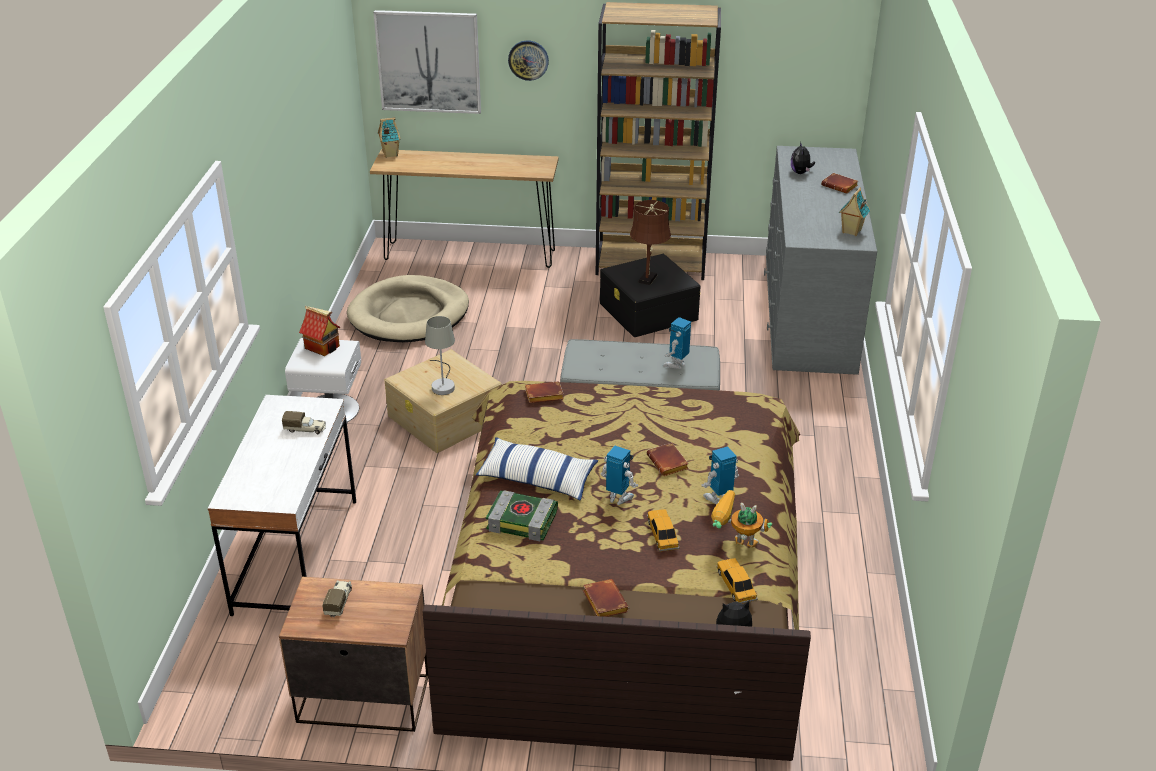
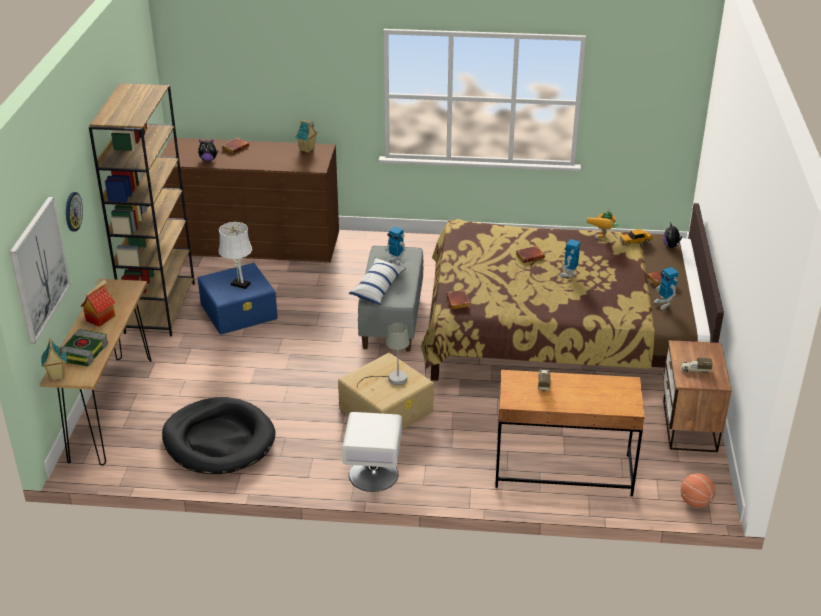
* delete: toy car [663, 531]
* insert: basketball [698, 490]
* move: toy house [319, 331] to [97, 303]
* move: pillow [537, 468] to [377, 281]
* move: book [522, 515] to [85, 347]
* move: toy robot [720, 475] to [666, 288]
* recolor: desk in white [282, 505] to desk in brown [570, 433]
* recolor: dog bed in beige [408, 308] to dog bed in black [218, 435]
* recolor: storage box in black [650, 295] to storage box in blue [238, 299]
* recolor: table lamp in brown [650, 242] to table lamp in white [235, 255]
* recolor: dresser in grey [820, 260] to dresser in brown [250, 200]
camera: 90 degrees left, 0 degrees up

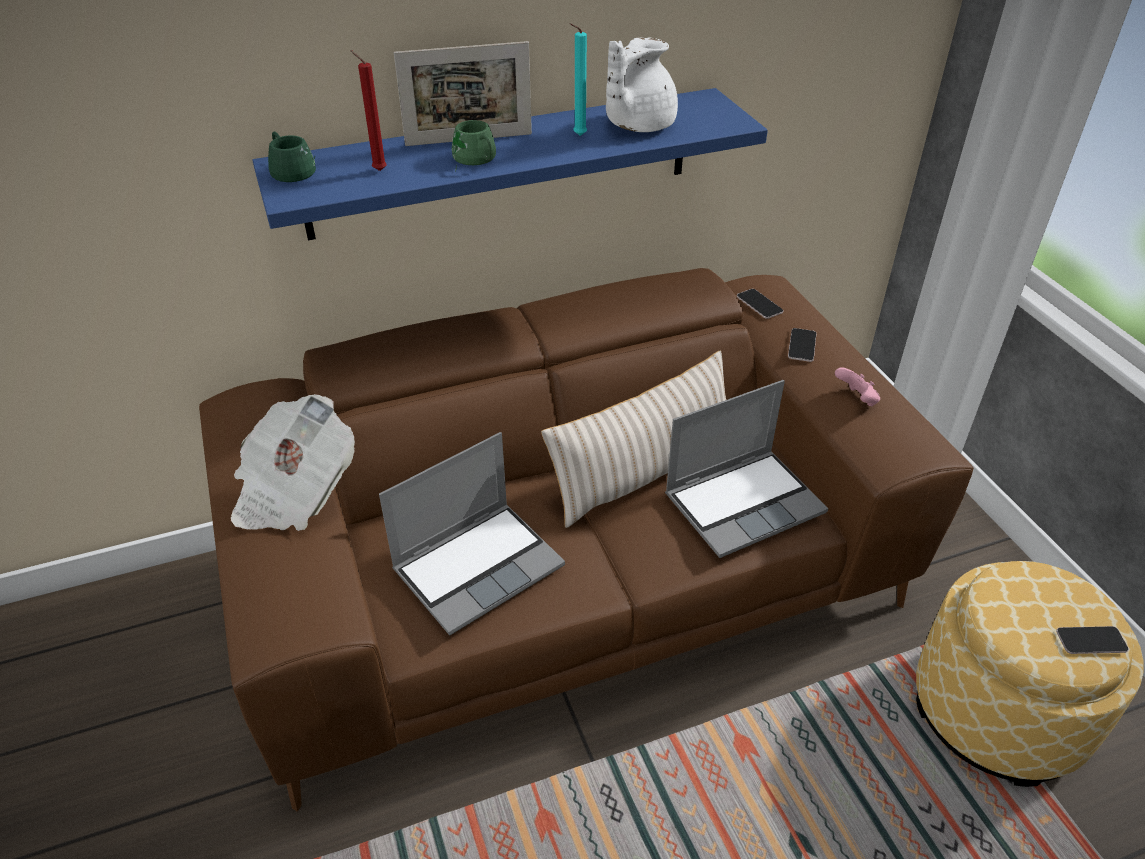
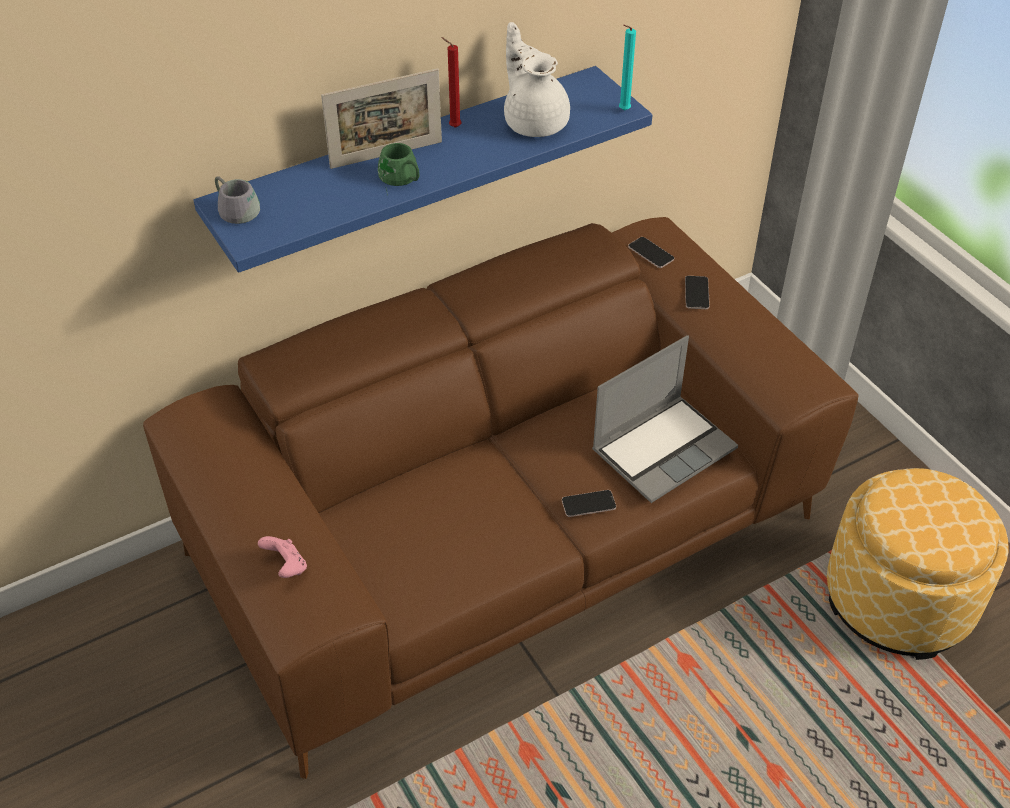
* delete: newspaper [293, 462]
* delete: laptop [472, 533]
* delete: pillow in beige [633, 439]
* move: candle in red [368, 110] to [451, 82]
* move: candle in turquoise [578, 79] to [627, 67]
* move: game controller in pink [857, 387] to [282, 557]
* move: phone [1092, 640] to [589, 503]
* recolor: mug in green [292, 157] to mug in grey [237, 200]
* rotate: teapot in white [642, 84] = [537, 79] 120 degrees clockwise
camera: 10 degrees left, 5 degrees up

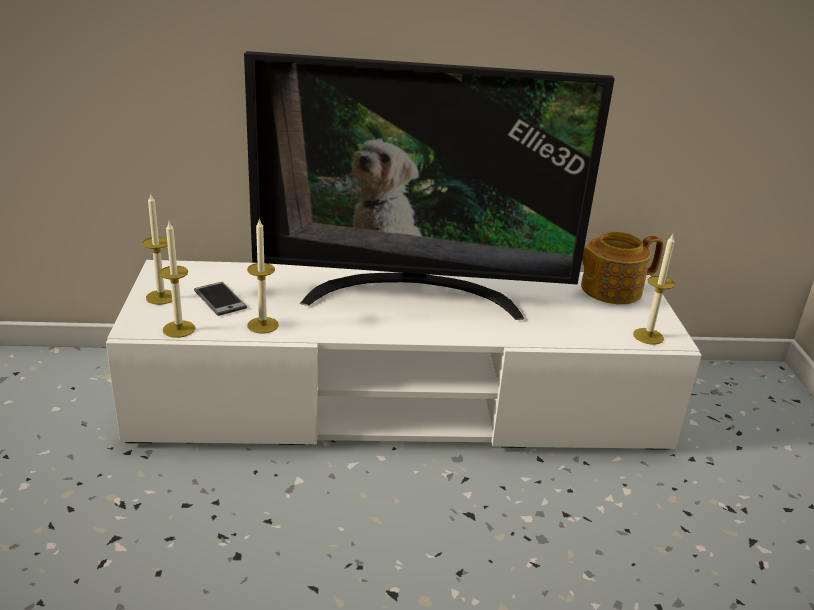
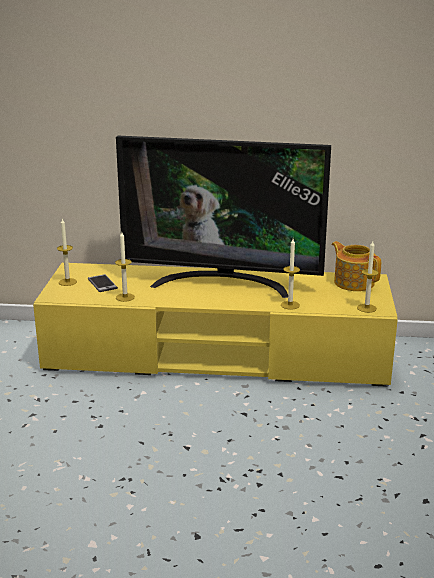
* move: candle [177, 280] to [290, 274]
* recolor: tv stand in white [404, 355] to tv stand in yellow [215, 325]
* rotate: teapot [622, 267] = [356, 266] 60 degrees clockwise
camera: 10 degrees right, 5 degrees down

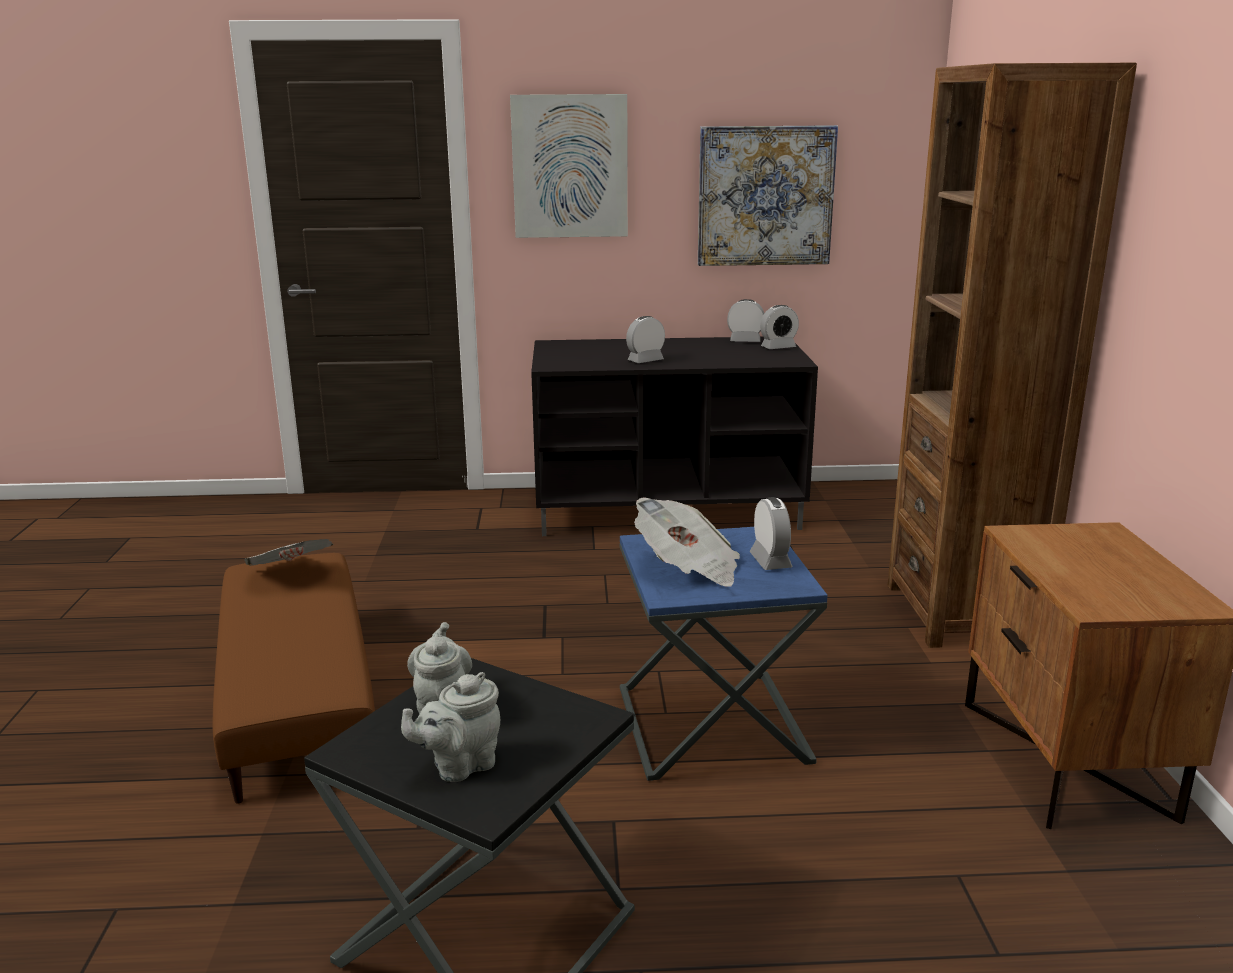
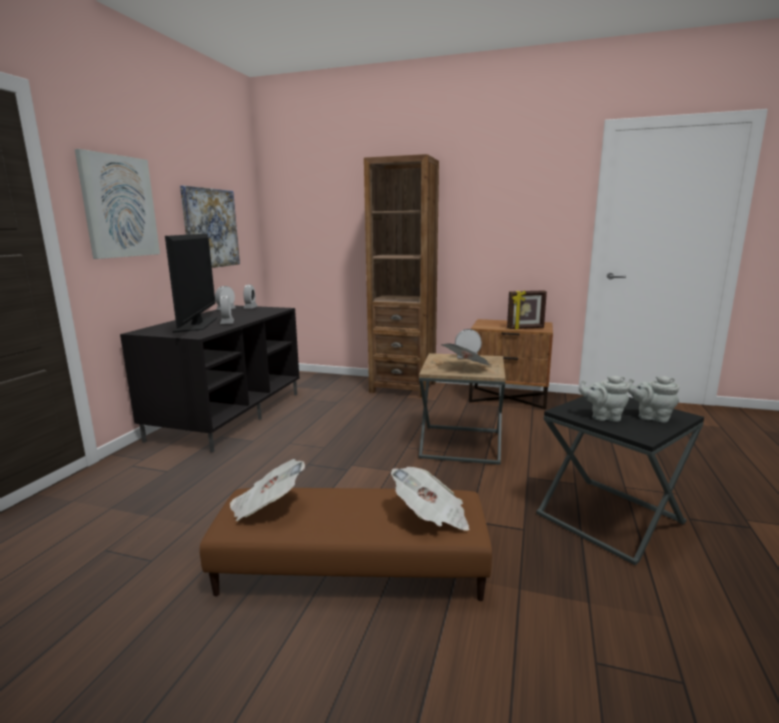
* insert: television [191, 283]
* insert: newspaper [430, 499]
* insert: picture frame [527, 309]
* recolor: side table in blue [724, 654] to side table in brown [462, 409]
* rotate: teapot in grey [450, 727] = [653, 399] 135 degrees clockwise
camera: 70 degrees left, 5 degrees down

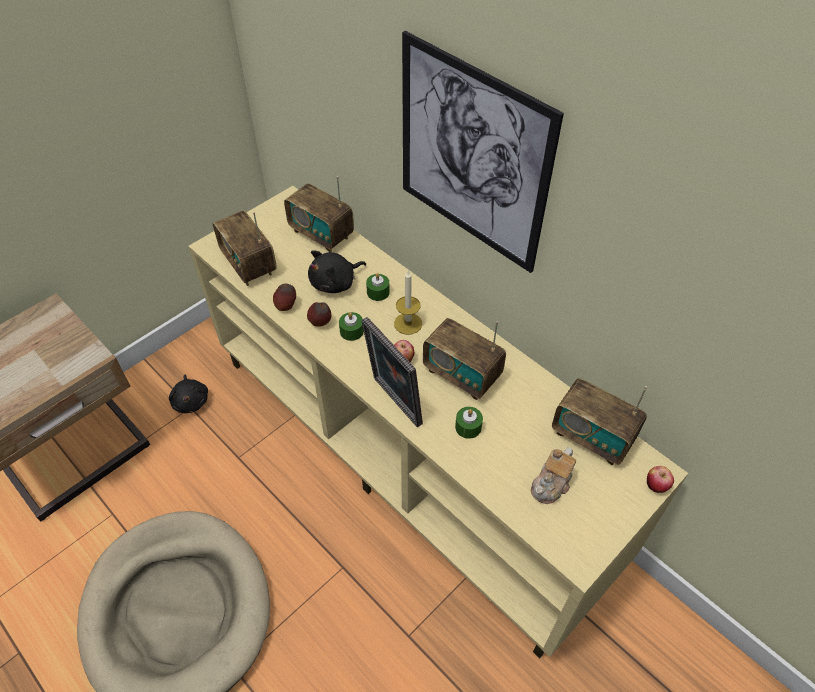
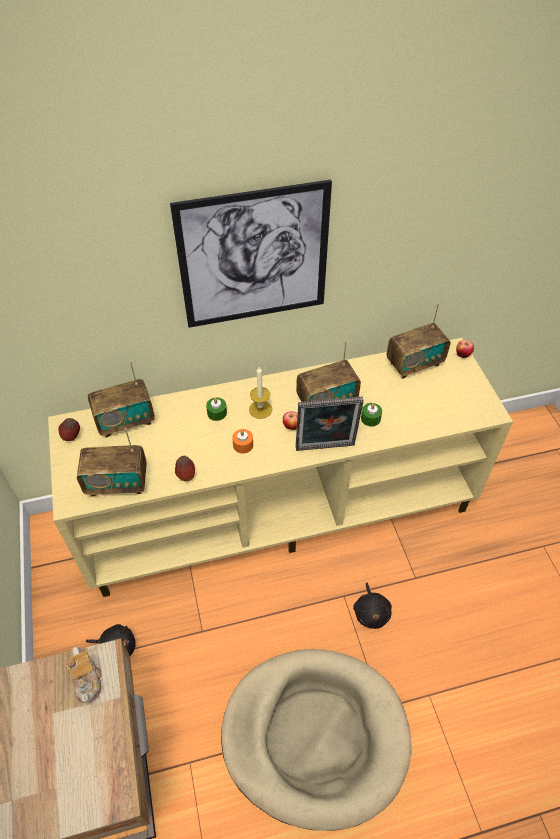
* move: apple [319, 314] to [69, 429]
* move: plush toy in black [337, 271] to [372, 606]
* move: teapot [553, 475] to [84, 675]
* recolor: candle in green [351, 326] to candle in orange [242, 441]
camera: 60 degrees left, 0 degrees up

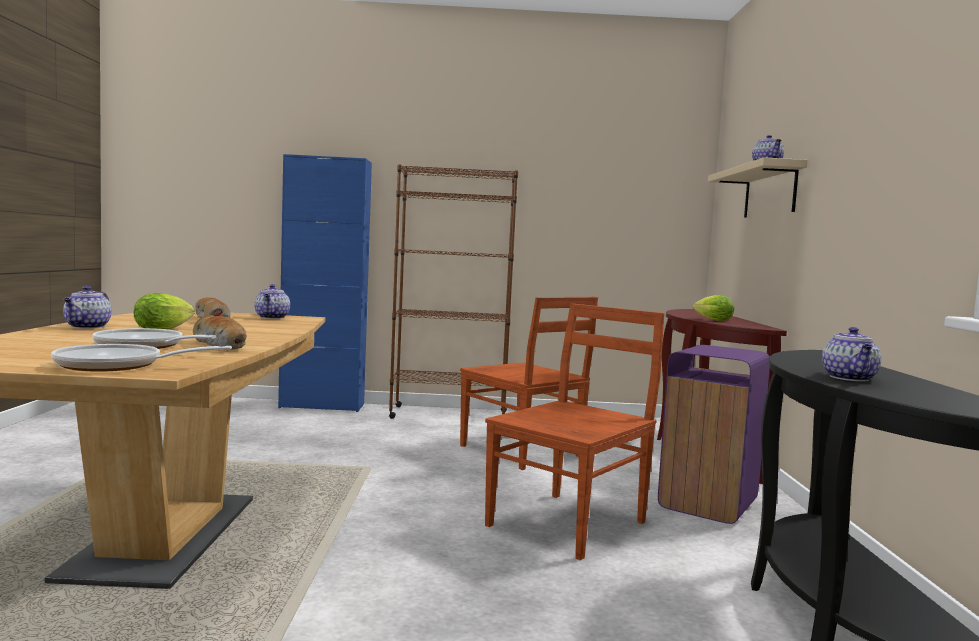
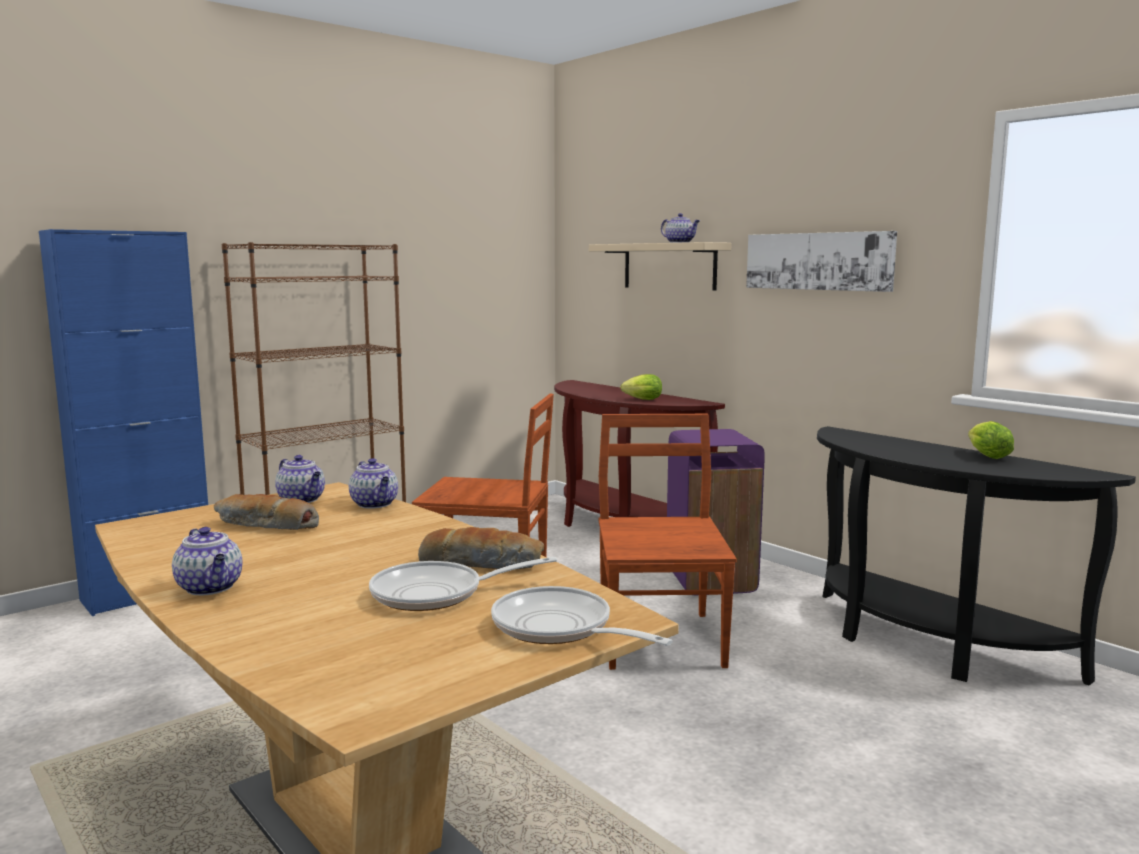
* insert: picture [821, 261]
* move: lettuce [164, 311] to [991, 440]
* move: teapot [851, 354] to [373, 483]
* rotate: frying pan [141, 358] = [582, 616] 90 degrees clockwise
camera: 40 degrees left, 5 degrees up

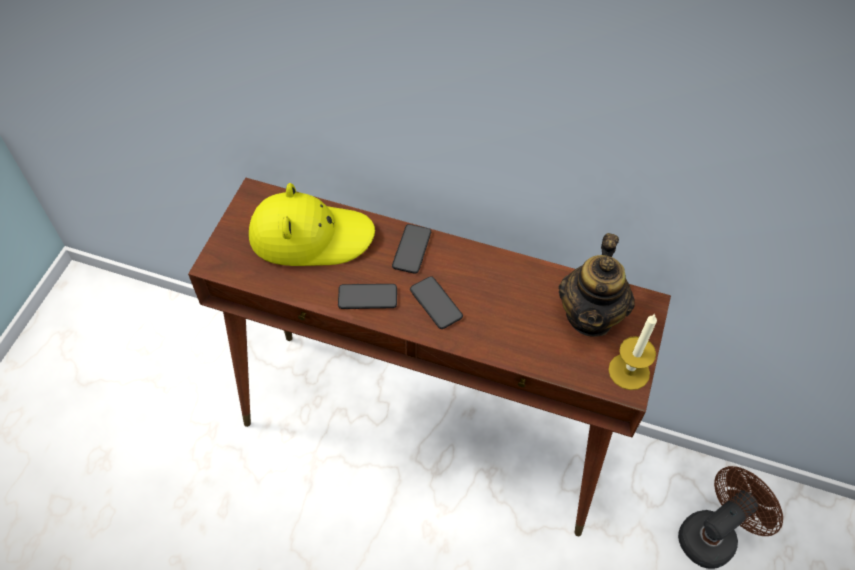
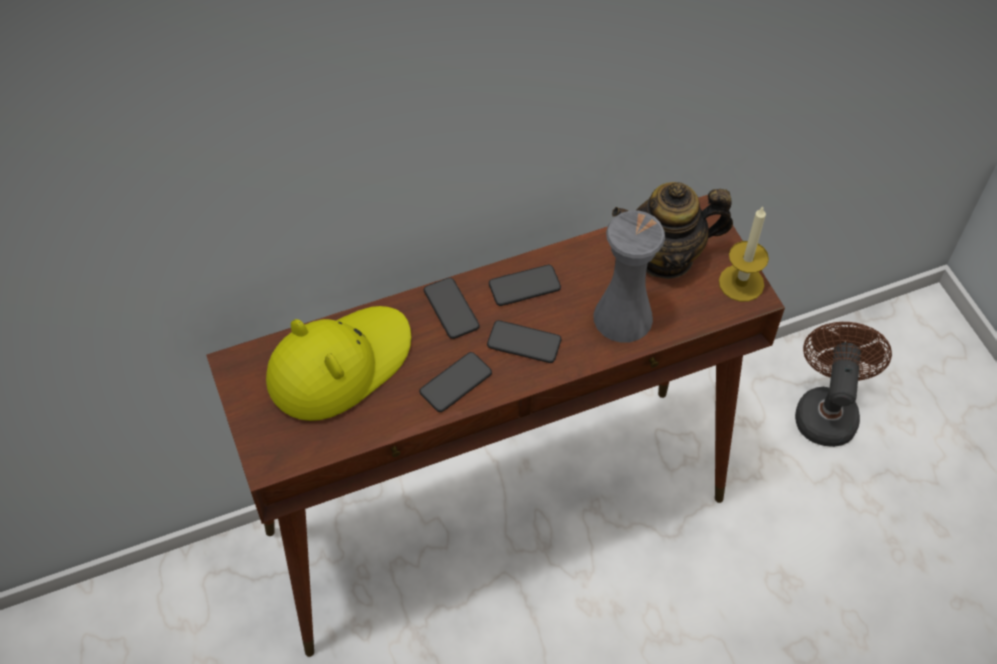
* insert: phone [525, 285]
* insert: vase in grey [629, 276]
* rotate: teapot [596, 285] = [672, 230] 105 degrees clockwise
camera: 40 degrees left, 0 degrees up

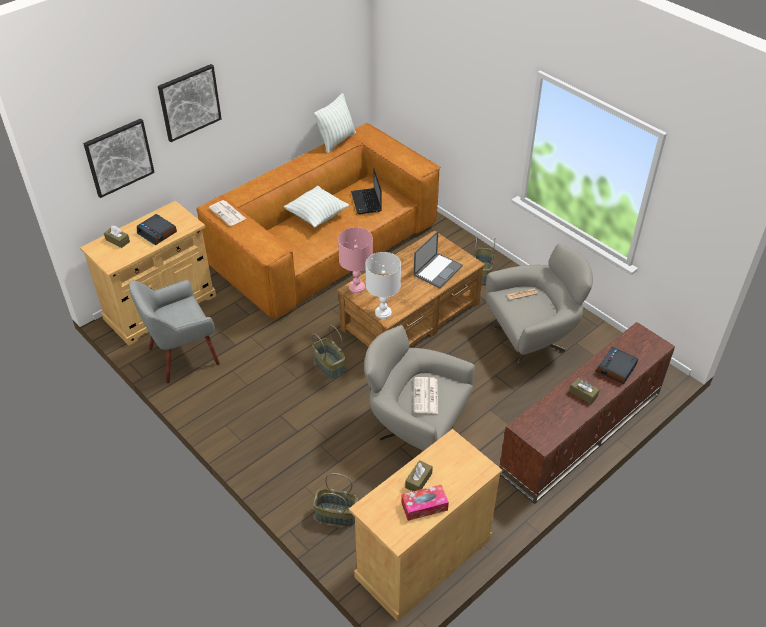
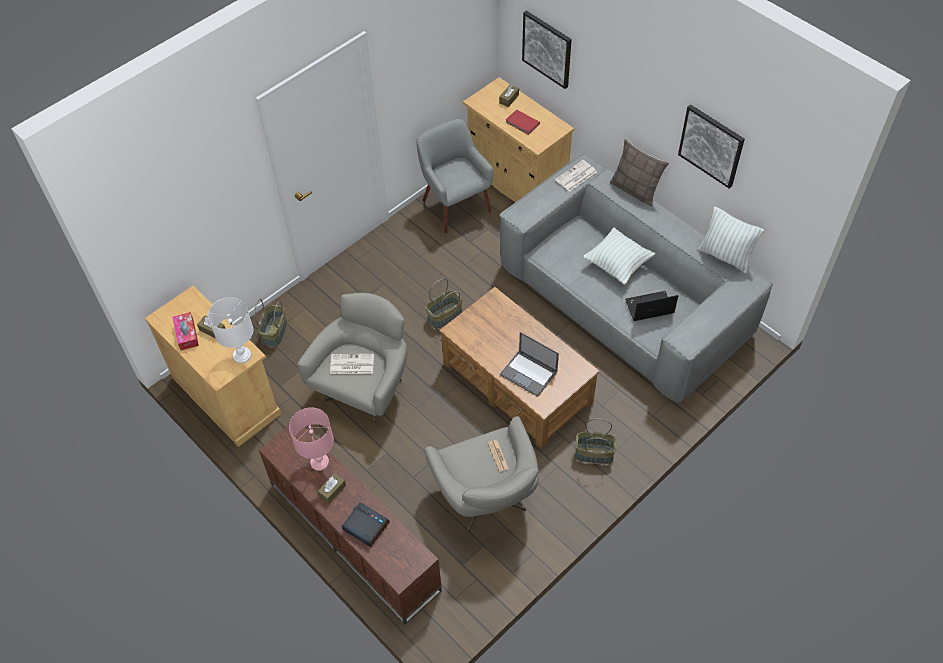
* insert: pillow [639, 173]
* move: picture [190, 103] to [711, 146]
* move: table lamp in pink [355, 260] to [311, 439]
* move: table lamp in white [383, 285] to [230, 330]
* replace: alarm clock [157, 229] to book in red [522, 122]
* recolor: sofa in brown [318, 221] to sofa in grey [636, 278]
camera: 90 degrees right, 10 degrees up

